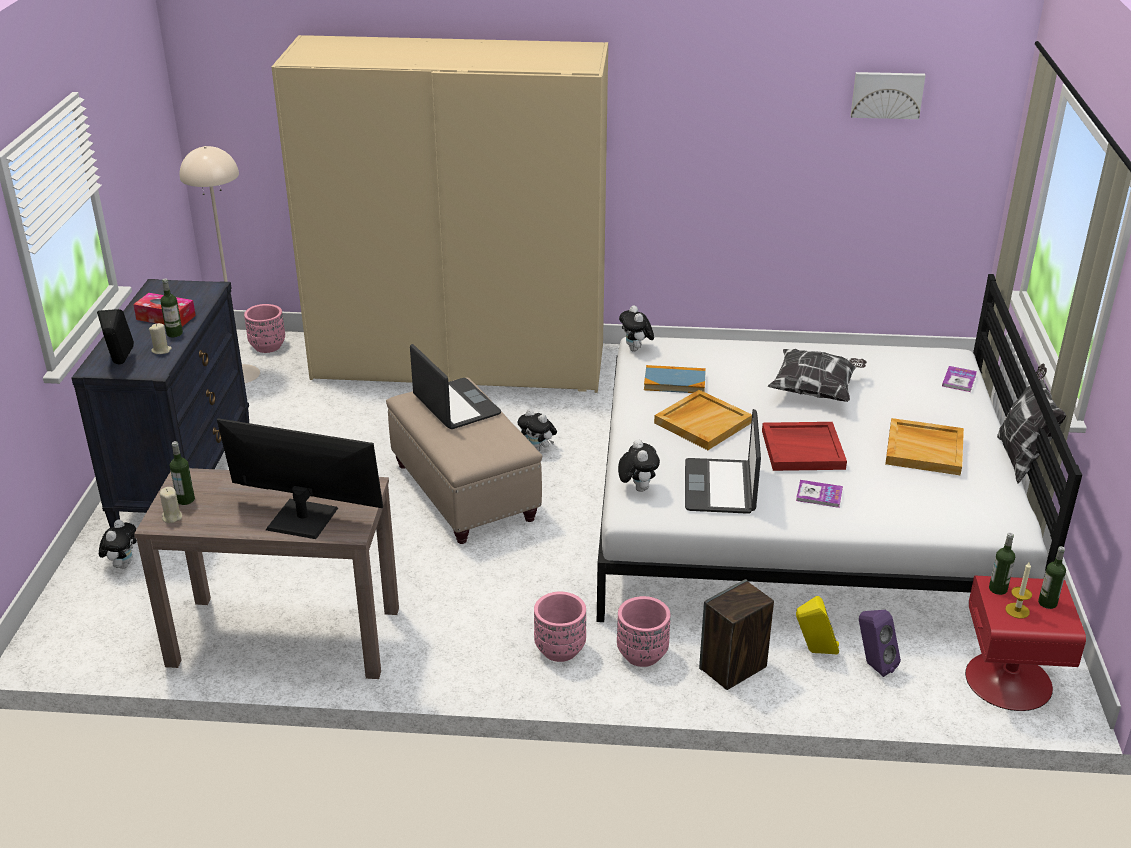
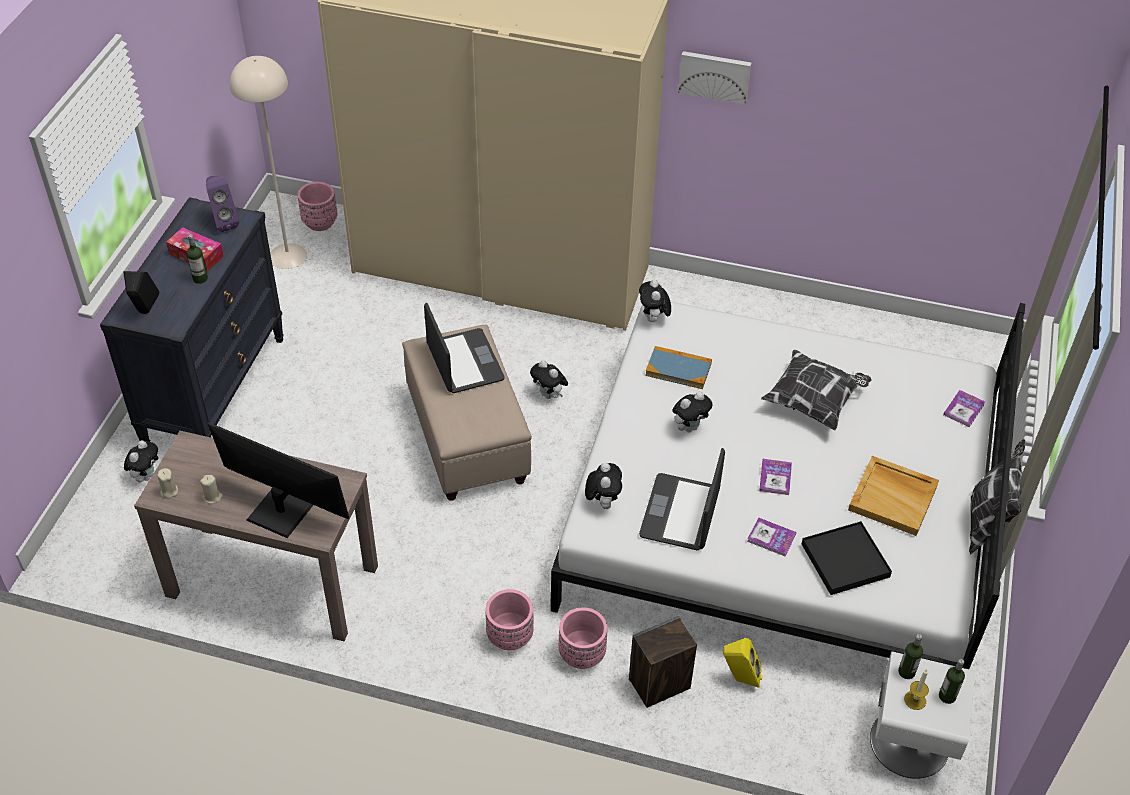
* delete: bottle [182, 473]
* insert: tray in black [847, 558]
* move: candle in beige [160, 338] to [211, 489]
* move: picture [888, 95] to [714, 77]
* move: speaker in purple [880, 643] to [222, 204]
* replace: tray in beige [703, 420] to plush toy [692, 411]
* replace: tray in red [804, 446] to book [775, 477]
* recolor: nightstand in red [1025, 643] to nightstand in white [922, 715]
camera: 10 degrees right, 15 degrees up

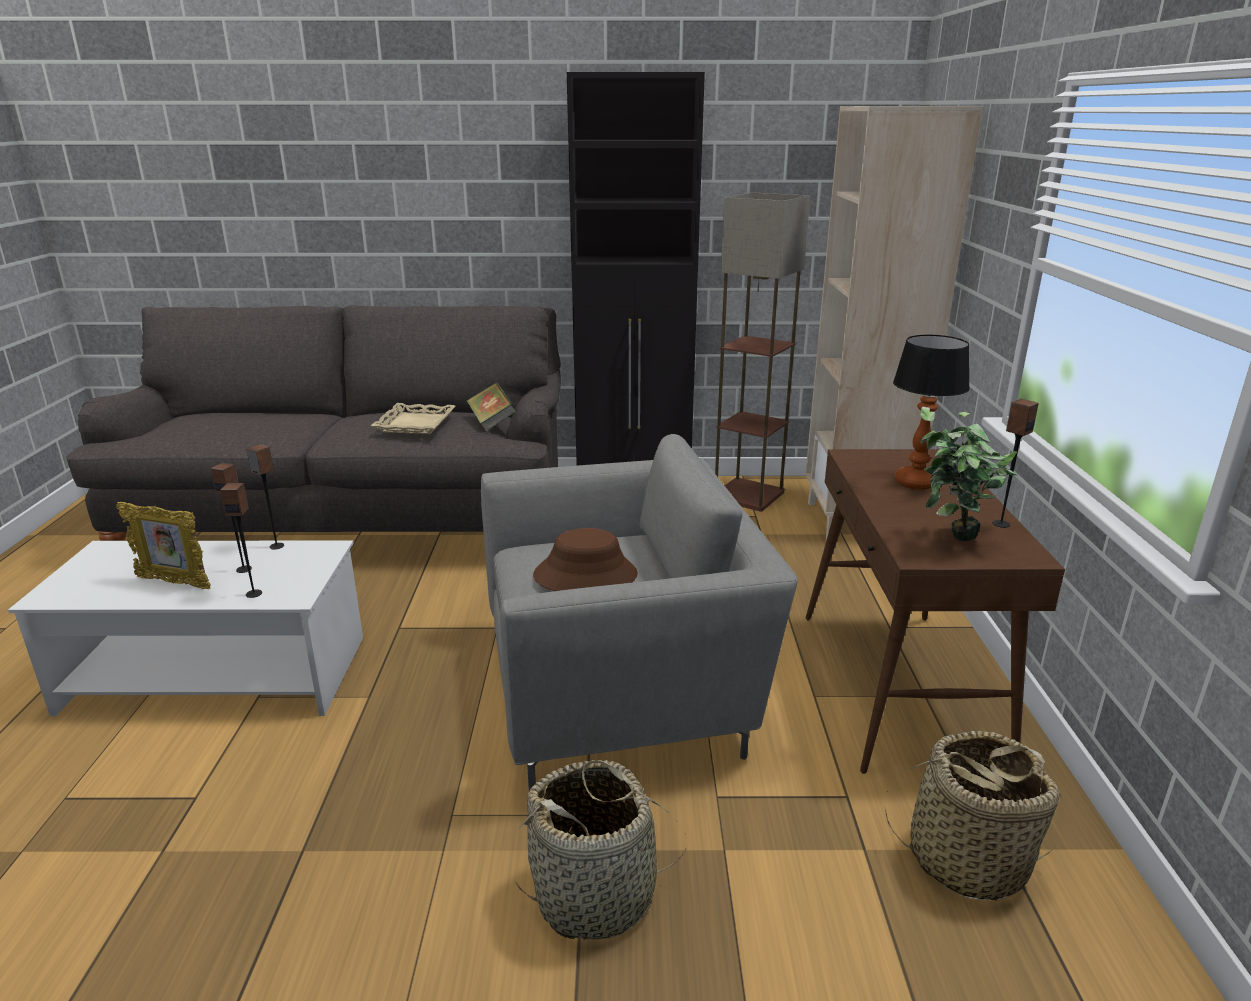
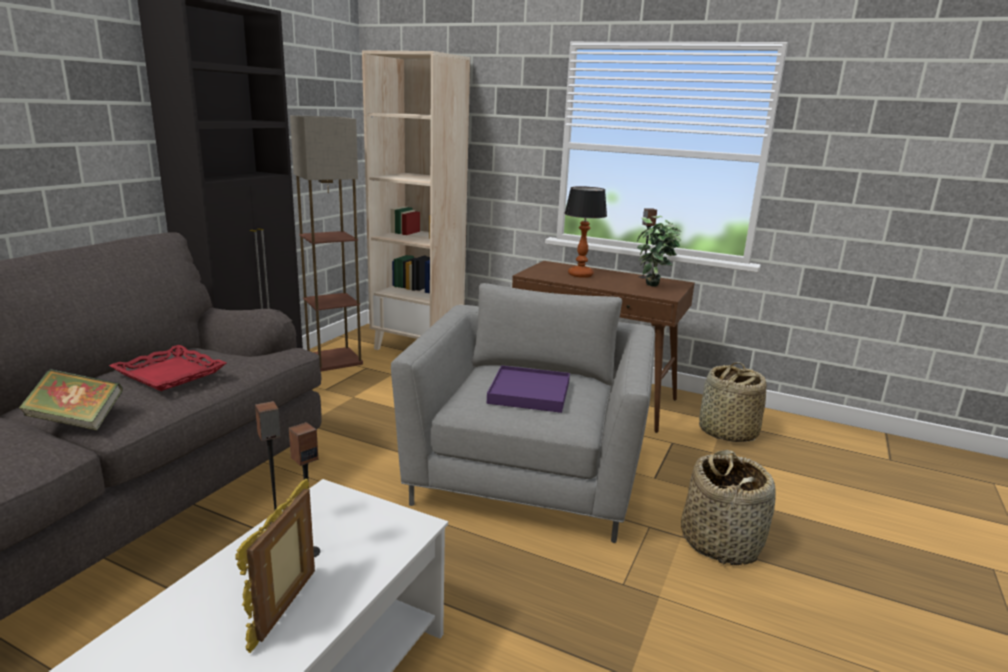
* delete: speaker [241, 540]
* move: book [492, 407] to [71, 400]
* replace: hat in brown [585, 559] to tray in purple [528, 389]
* recolor: tray in beige [413, 418] to tray in red [167, 368]
* rotate: picture frame [163, 545] = [275, 566] 150 degrees clockwise
camera: 65 degrees left, 5 degrees down

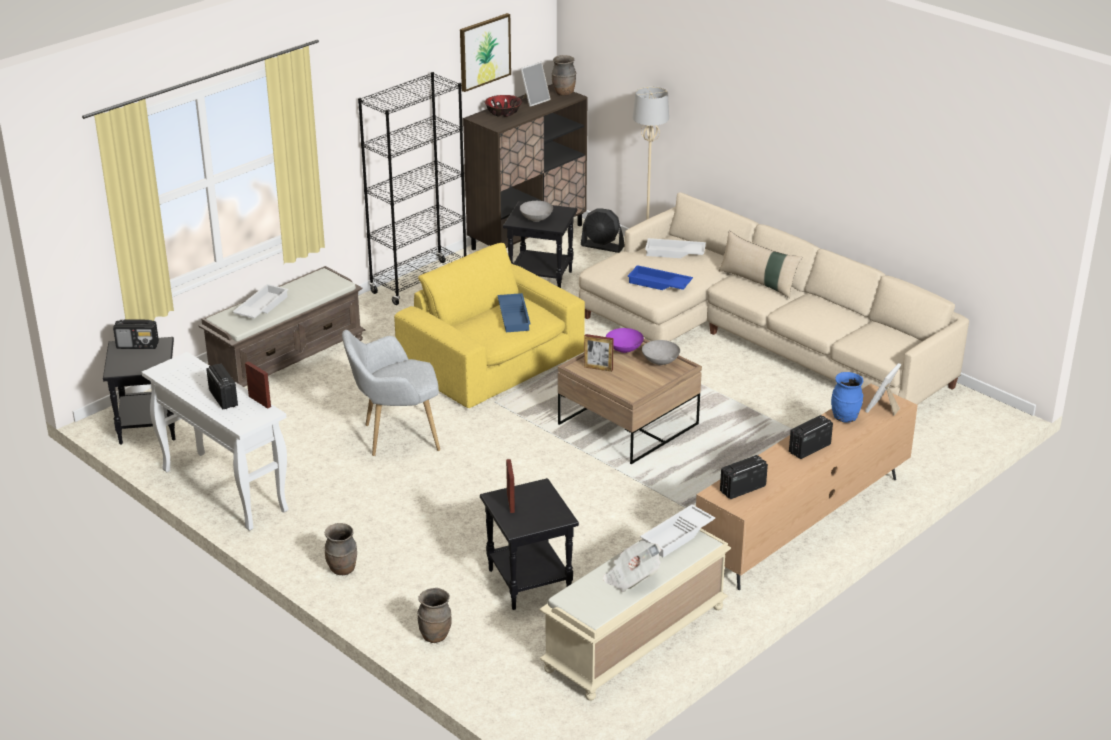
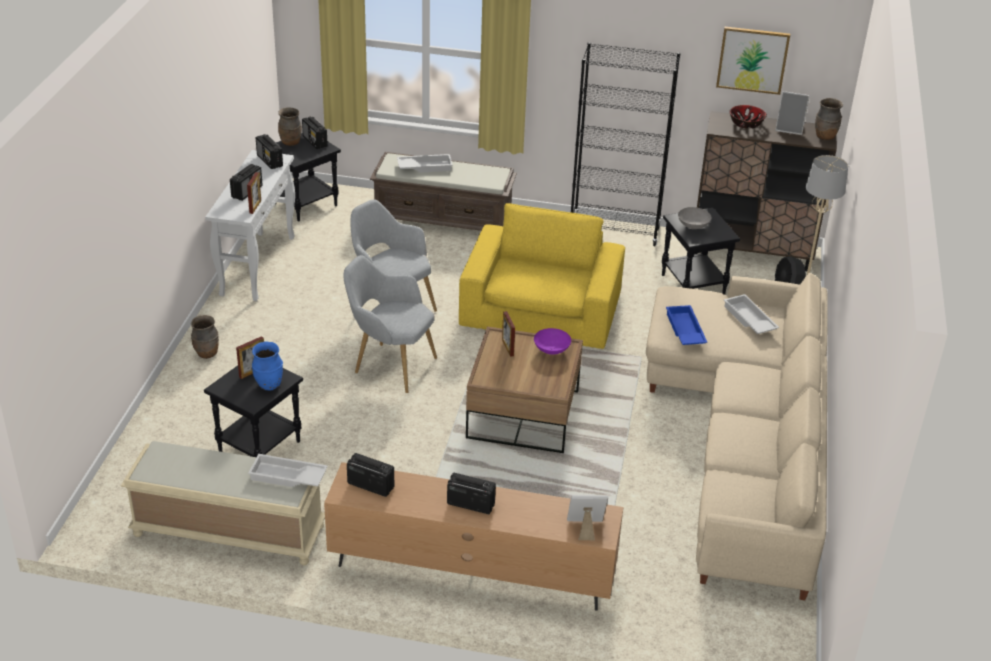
* delete: tray in blue [514, 312]
* delete: newspaper [632, 566]
* delete: bowl in grey [661, 352]
* delete: pillow in beige [760, 264]
* insert: radio [269, 151]
* insert: armchair in grey [390, 324]
* move: vase in brown [434, 615] to [290, 126]
* move: vase in blue [847, 397] to [267, 365]
camera: 55 degrees right, 5 degrees up

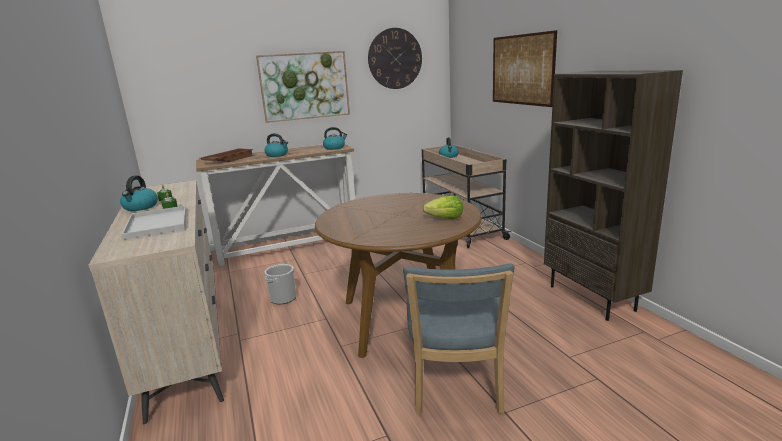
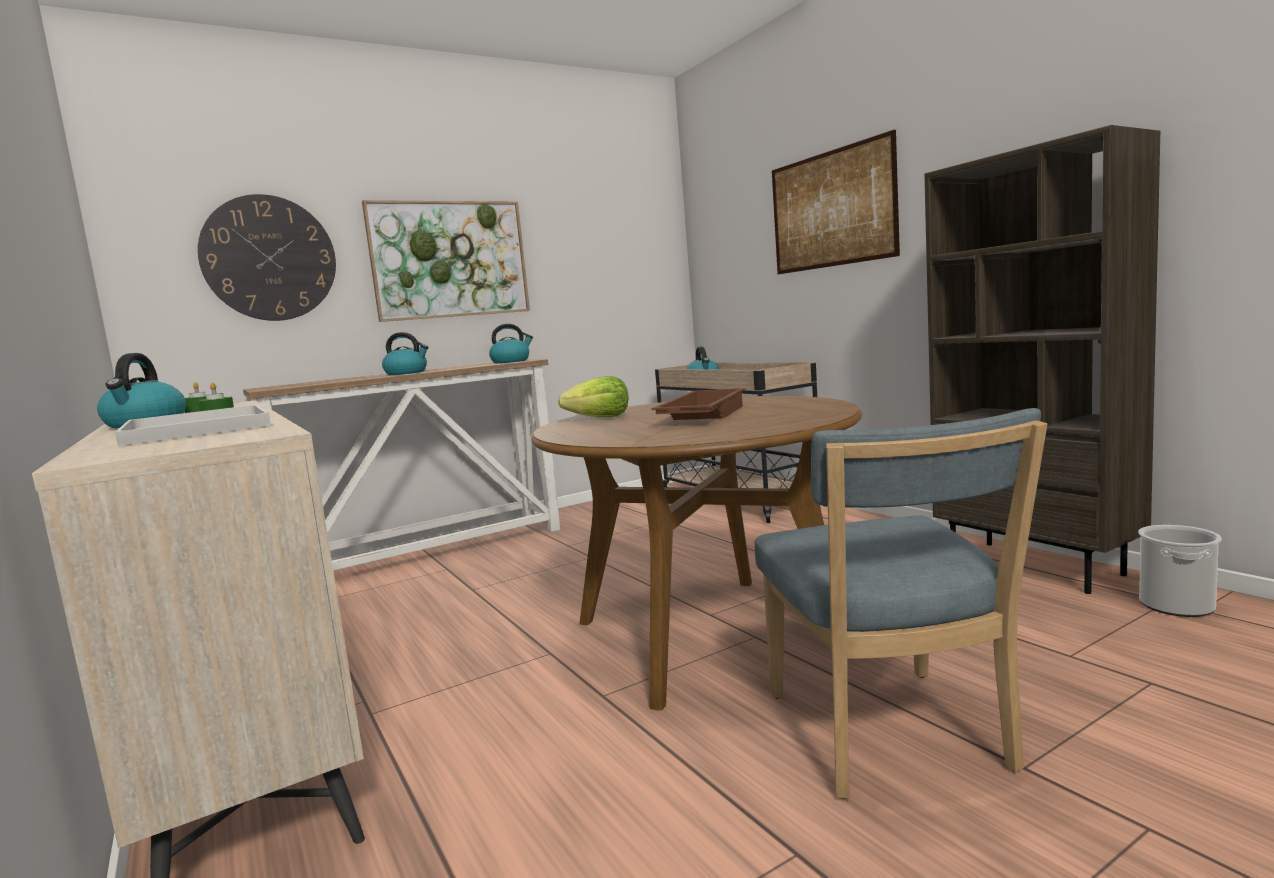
* move: tray in brown [226, 155] to [698, 404]
* move: bucket [281, 284] to [1180, 571]
* move: wall clock [395, 58] to [267, 257]
* move: lettuce [443, 207] to [593, 396]
camera: 10 degrees left, 10 degrees down

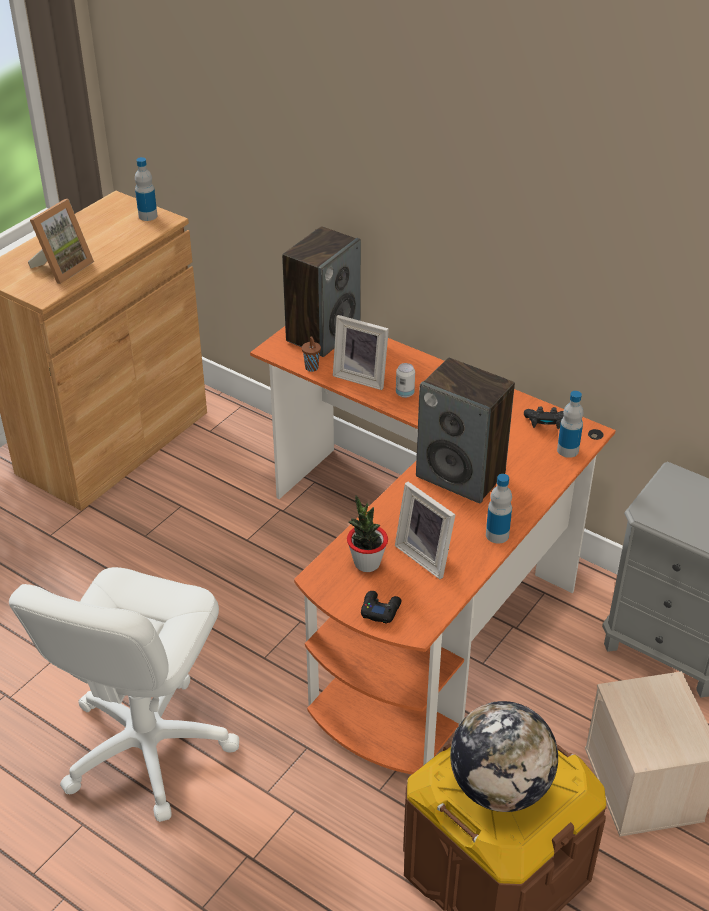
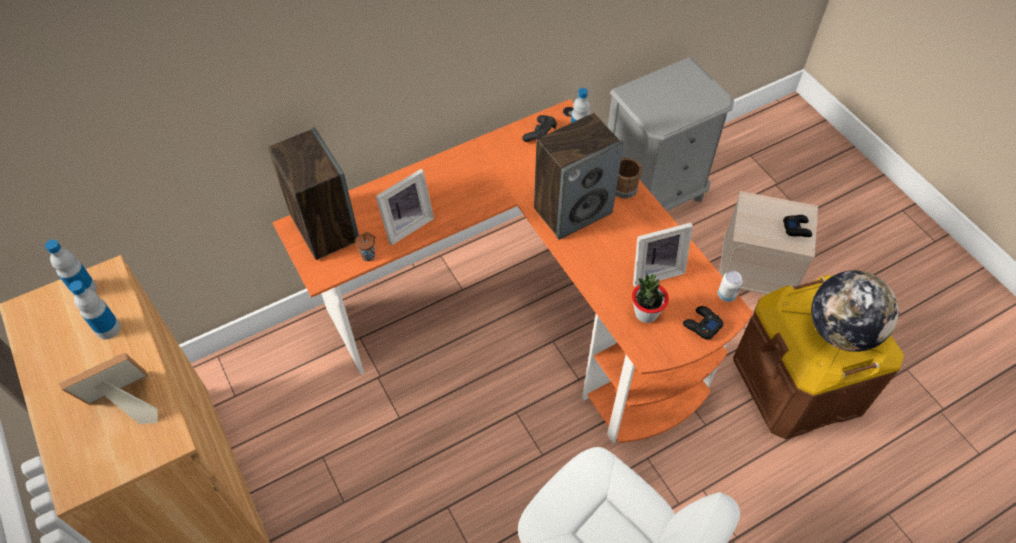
* insert: mug in brown [629, 178]
* insert: game controller in black [797, 226]
* move: can [405, 380] to [730, 286]
* move: bottle [499, 509] to [95, 310]
* rotate: picture frame [61, 241] = [108, 388] 90 degrees counterclockwise
camera: 65 degrees left, 15 degrees up

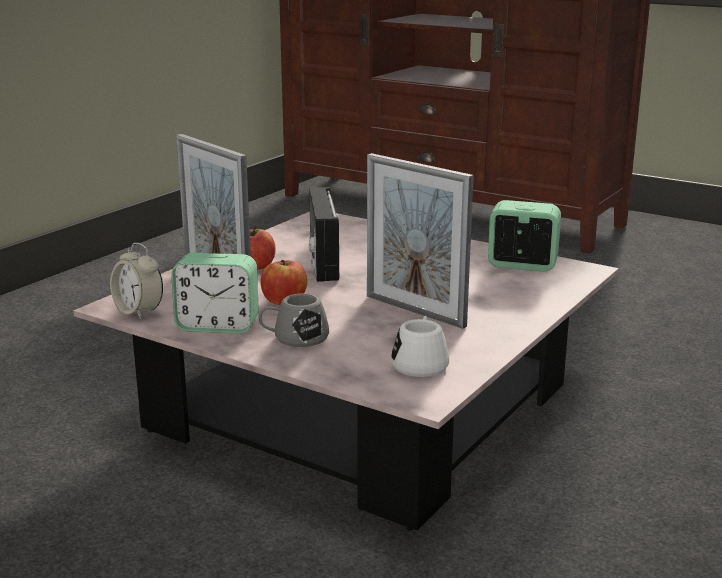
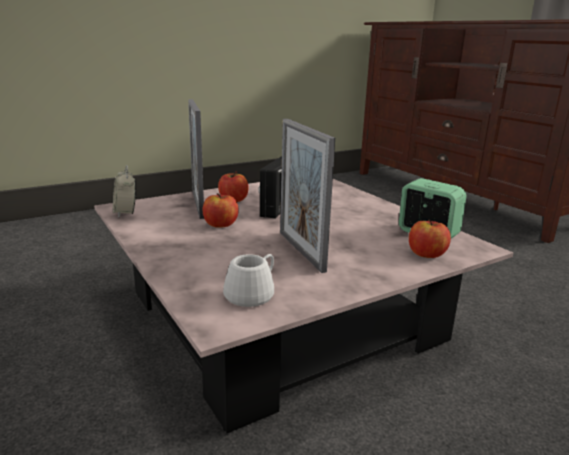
* delete: alarm clock [215, 293]
* delete: mug in grey [294, 320]
* insert: apple [430, 239]
camera: 25 degrees right, 0 degrees up

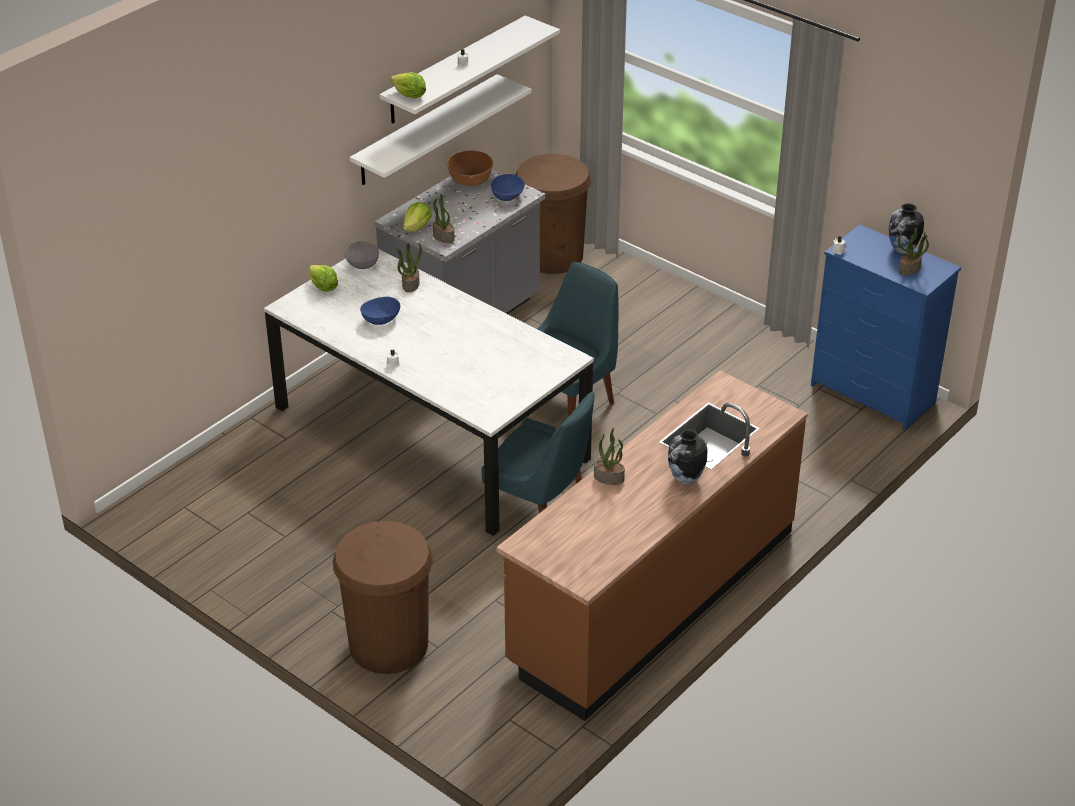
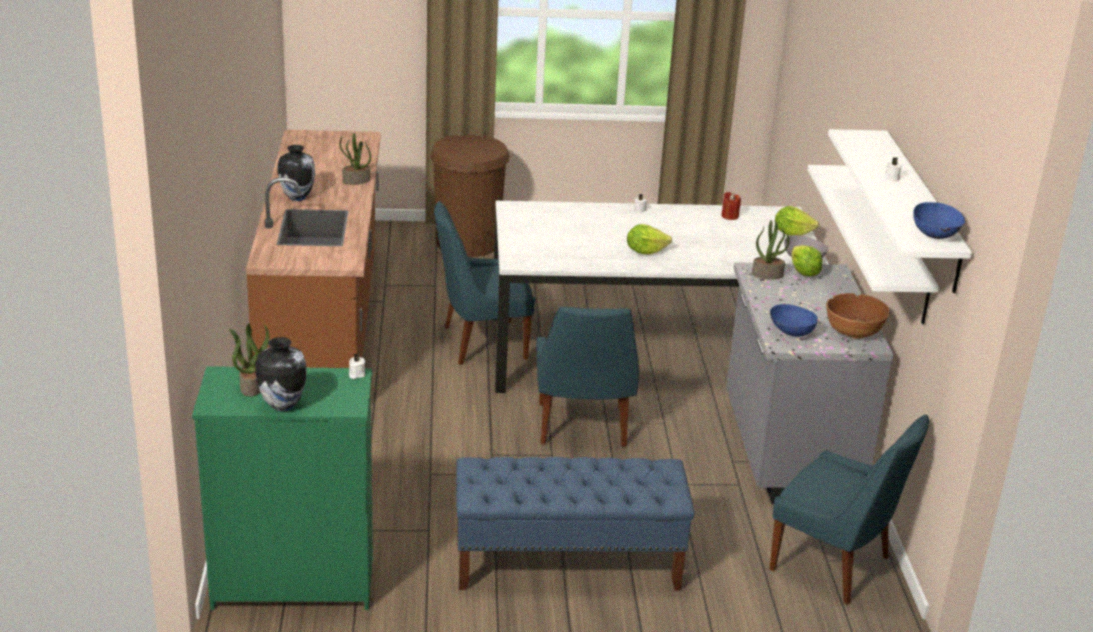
* delete: potted plant [408, 267]
* insert: bench in blue [575, 523]
* insert: candle in red [731, 206]
* move: bowl in blue [380, 311] to [939, 220]
* move: lettuce [408, 85] to [649, 239]
* replace: trash can in brown [553, 214] to chair in blue [849, 510]
* recolor: dresser in blue [886, 327] to dresser in green [282, 488]
camera: 135 degrees right, 10 degrees down

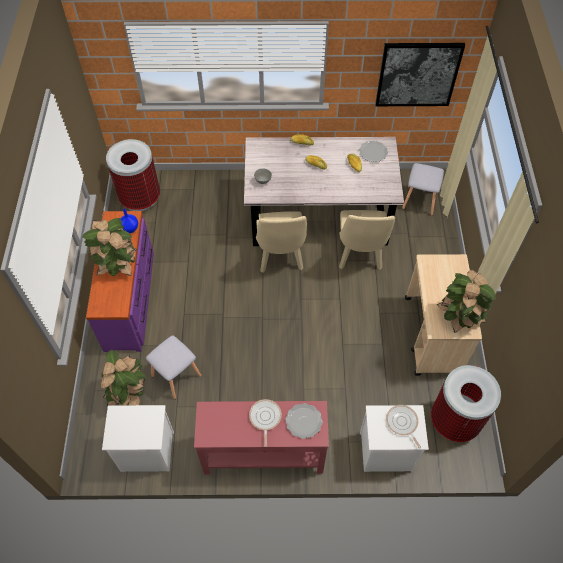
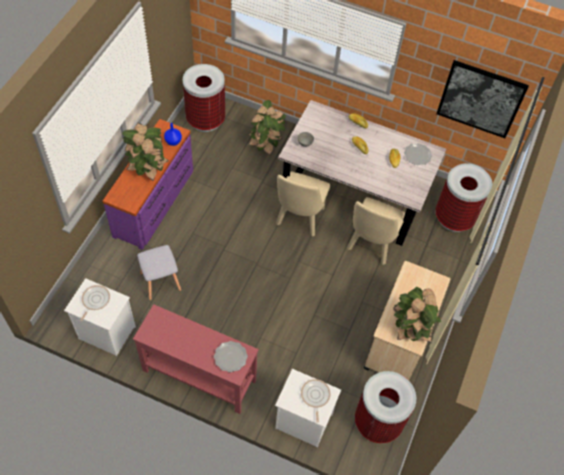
* move: potted plant [123, 378] to [267, 128]
* move: frying pan [265, 423] to [95, 303]
* replace: stool in grey [423, 189] to trash can [464, 197]
camera: 20 degrees right, 0 degrees up

